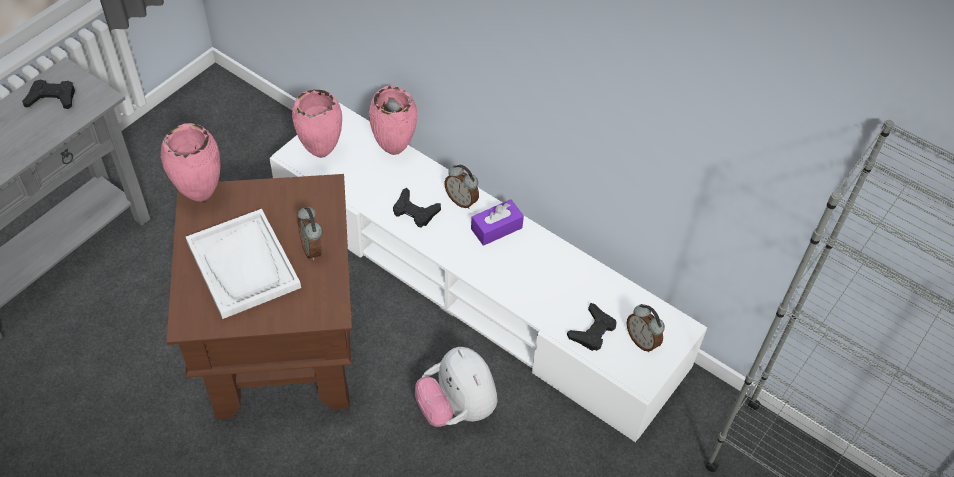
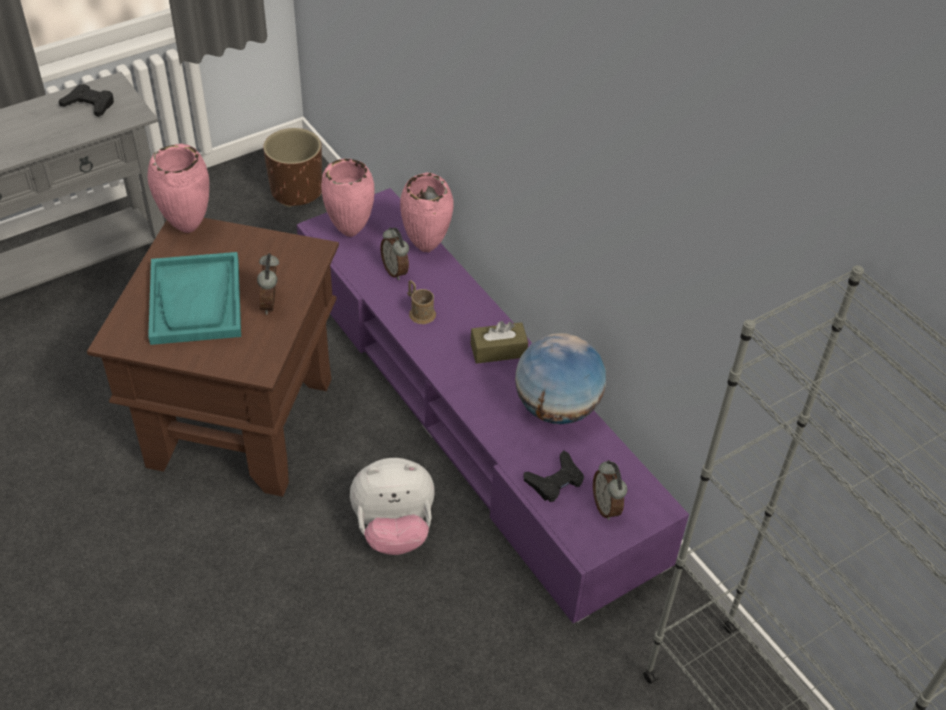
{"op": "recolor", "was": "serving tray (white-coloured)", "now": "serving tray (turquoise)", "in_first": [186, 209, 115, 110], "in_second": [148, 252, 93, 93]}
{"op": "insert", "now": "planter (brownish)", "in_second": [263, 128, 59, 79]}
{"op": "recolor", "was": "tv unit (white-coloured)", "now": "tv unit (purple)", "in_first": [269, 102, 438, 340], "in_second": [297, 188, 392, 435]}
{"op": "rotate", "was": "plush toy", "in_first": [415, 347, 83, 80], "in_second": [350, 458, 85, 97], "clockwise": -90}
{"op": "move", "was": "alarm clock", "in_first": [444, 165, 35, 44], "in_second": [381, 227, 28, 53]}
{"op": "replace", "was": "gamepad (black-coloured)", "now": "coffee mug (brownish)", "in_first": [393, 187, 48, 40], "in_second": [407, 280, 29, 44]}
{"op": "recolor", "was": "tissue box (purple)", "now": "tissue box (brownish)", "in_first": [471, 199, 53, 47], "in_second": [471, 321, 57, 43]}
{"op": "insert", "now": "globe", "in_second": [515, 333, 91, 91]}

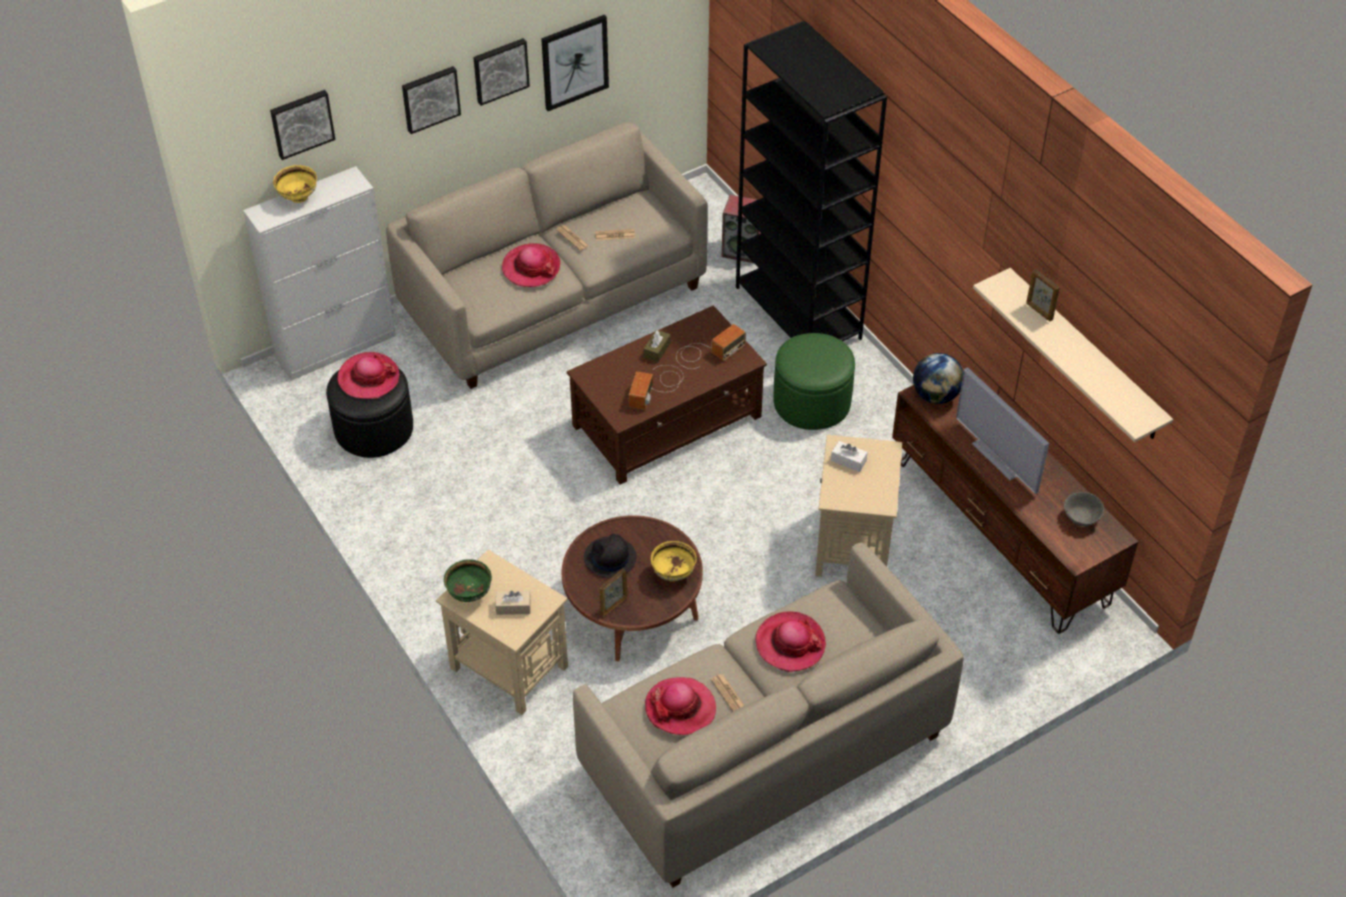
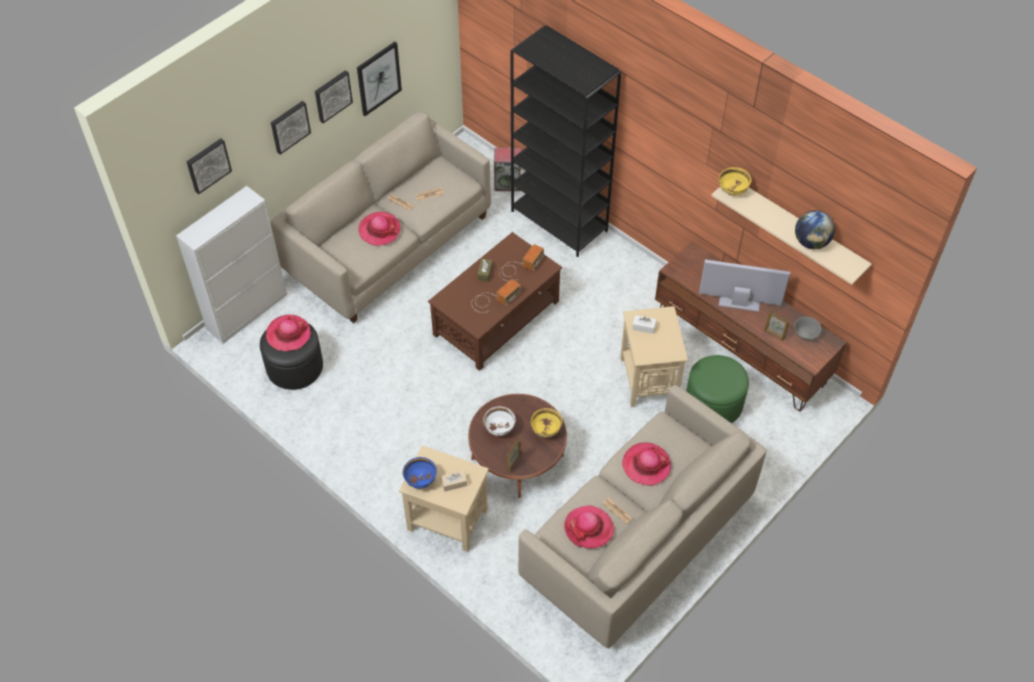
{"op": "recolor", "was": "serving bowl (green-coloured)", "now": "serving bowl (blue)", "in_first": [444, 559, 48, 43], "in_second": [403, 457, 34, 32]}
{"op": "rotate", "was": "radio receiver", "in_first": [629, 365, 55, 45], "in_second": [471, 279, 50, 34], "clockwise": -135}
{"op": "replace", "was": "wearable hat (black-coloured)", "now": "serving bowl (white-coloured)", "in_first": [584, 534, 53, 44], "in_second": [483, 406, 32, 30]}
{"op": "move", "was": "pouffe (green-coloured)", "in_first": [773, 333, 82, 97], "in_second": [686, 355, 63, 68]}
{"op": "rotate", "was": "TV", "in_first": [956, 367, 93, 127], "in_second": [699, 259, 91, 53], "clockwise": 150}
{"op": "move", "was": "serving bowl (yellowish)", "in_first": [273, 165, 44, 38], "in_second": [719, 167, 32, 29]}
{"op": "move", "was": "standing frame", "in_first": [1026, 269, 34, 52], "in_second": [764, 310, 26, 30]}
{"op": "move", "was": "globe", "in_first": [913, 353, 51, 51], "in_second": [795, 210, 40, 39]}

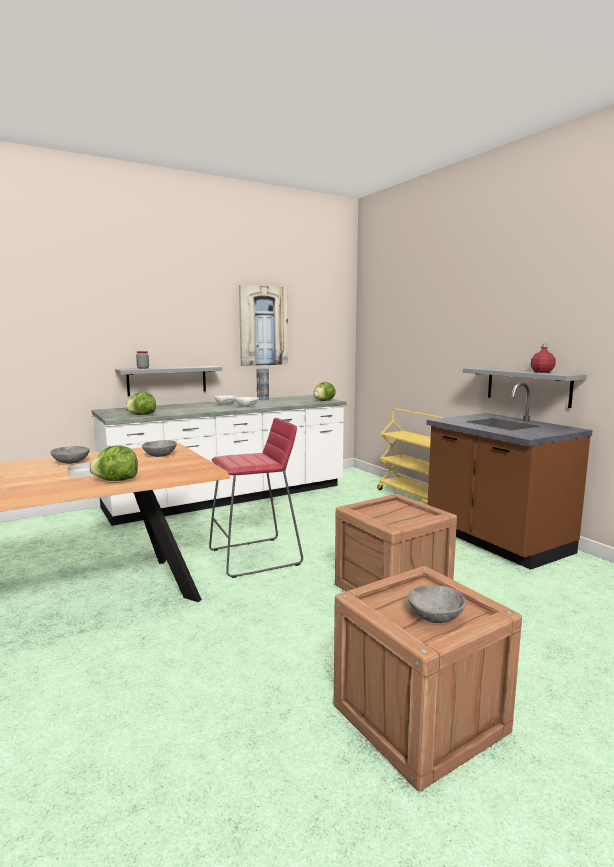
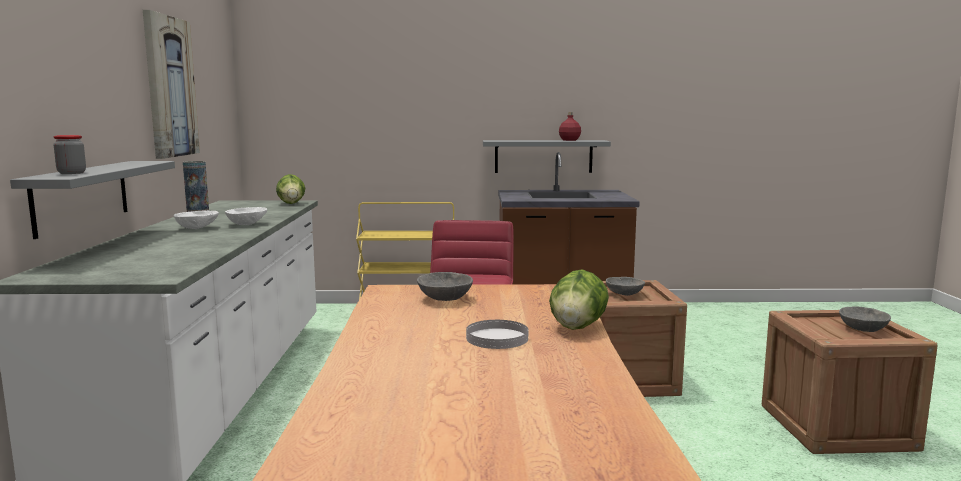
{"op": "move", "was": "serving bowl (greyish)", "in_first": [50, 446, 40, 18], "in_second": [606, 277, 39, 19]}
{"op": "delete", "was": "lettuce", "in_first": [125, 392, 31, 23]}

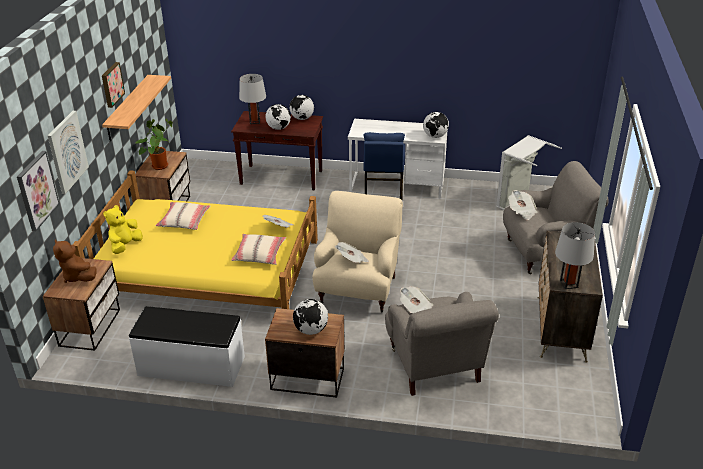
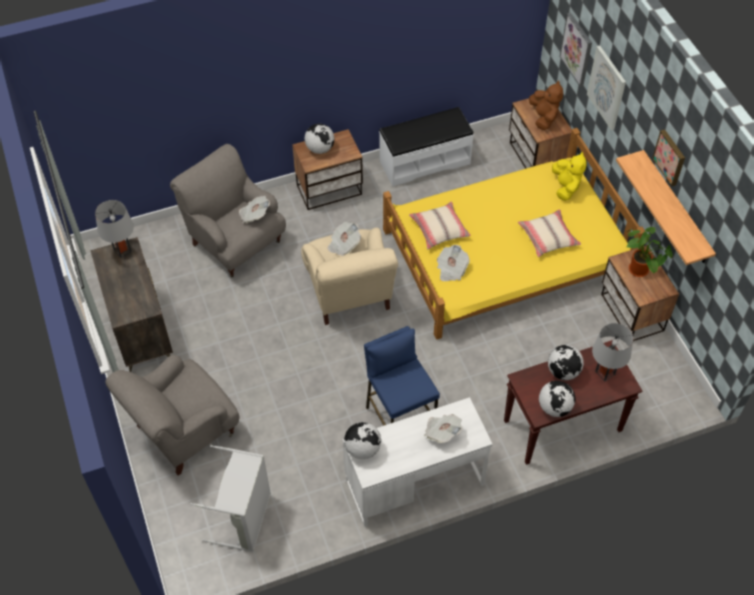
{"op": "move", "was": "printed paper", "in_first": [508, 190, 29, 30], "in_second": [424, 414, 38, 29]}
{"op": "rotate", "was": "plush toy (brownish)", "in_first": [53, 239, 44, 44], "in_second": [529, 81, 34, 49], "clockwise": 60}

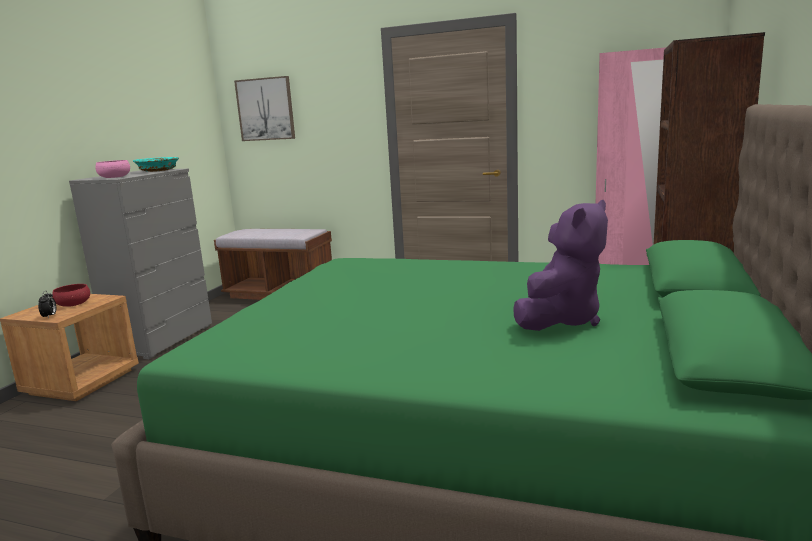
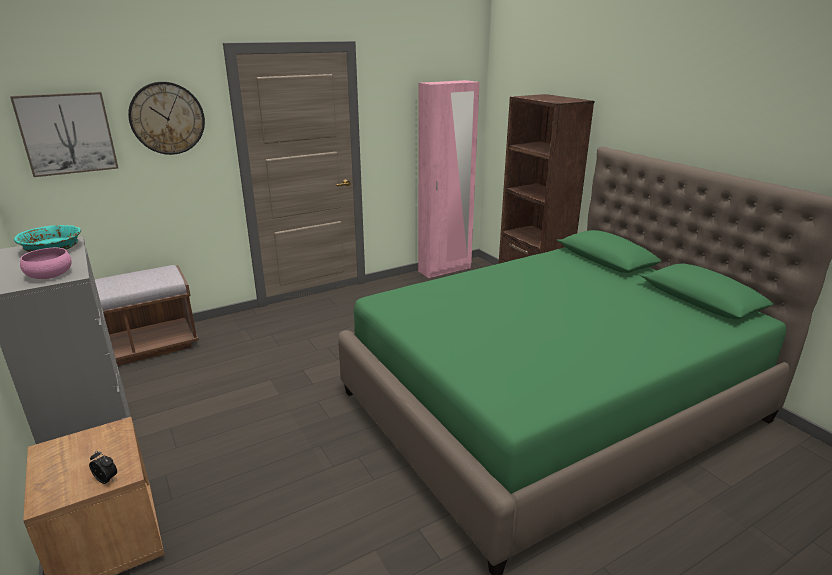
{"op": "insert", "now": "wall clock", "in_second": [128, 82, 77, 73]}
{"op": "delete", "was": "serving bowl (red)", "in_first": [52, 284, 38, 23]}
{"op": "delete", "was": "plush toy (purple)", "in_first": [513, 200, 95, 131]}

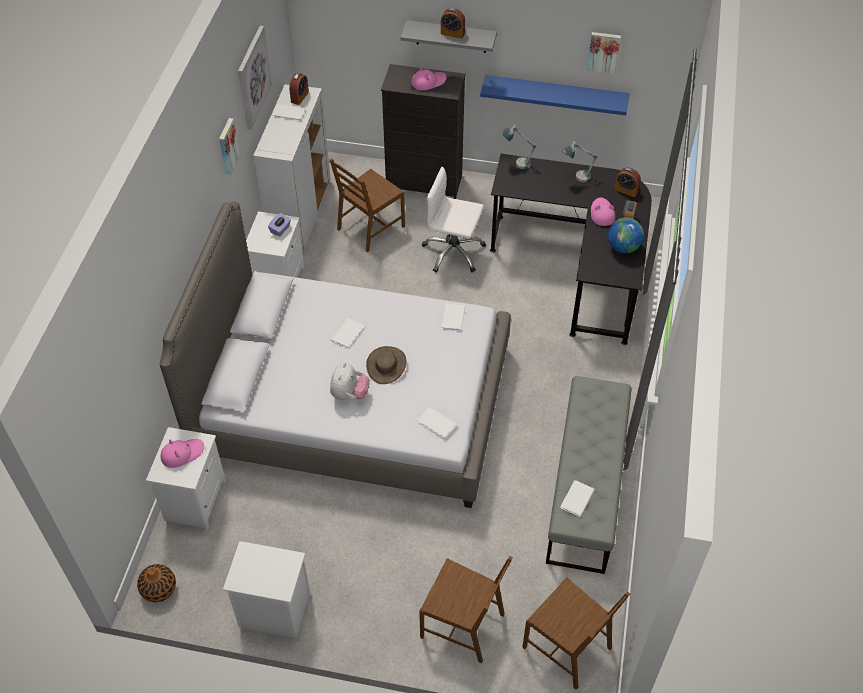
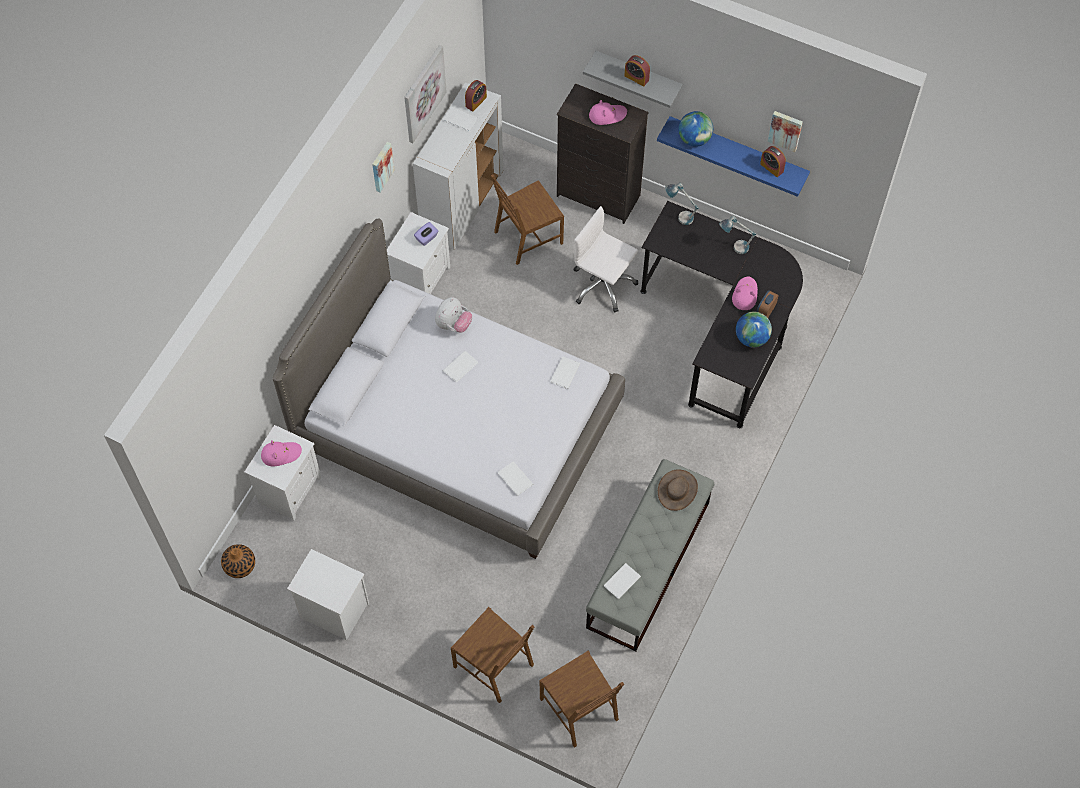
{"op": "move", "was": "plush toy", "in_first": [330, 363, 40, 37], "in_second": [435, 297, 37, 36]}
{"op": "move", "was": "wearable hat (brownish)", "in_first": [366, 346, 41, 38], "in_second": [658, 470, 40, 41]}
{"op": "insert", "now": "globe", "in_second": [678, 111, 35, 36]}
{"op": "move", "was": "alarm clock", "in_first": [614, 167, 27, 30], "in_second": [760, 146, 26, 31]}

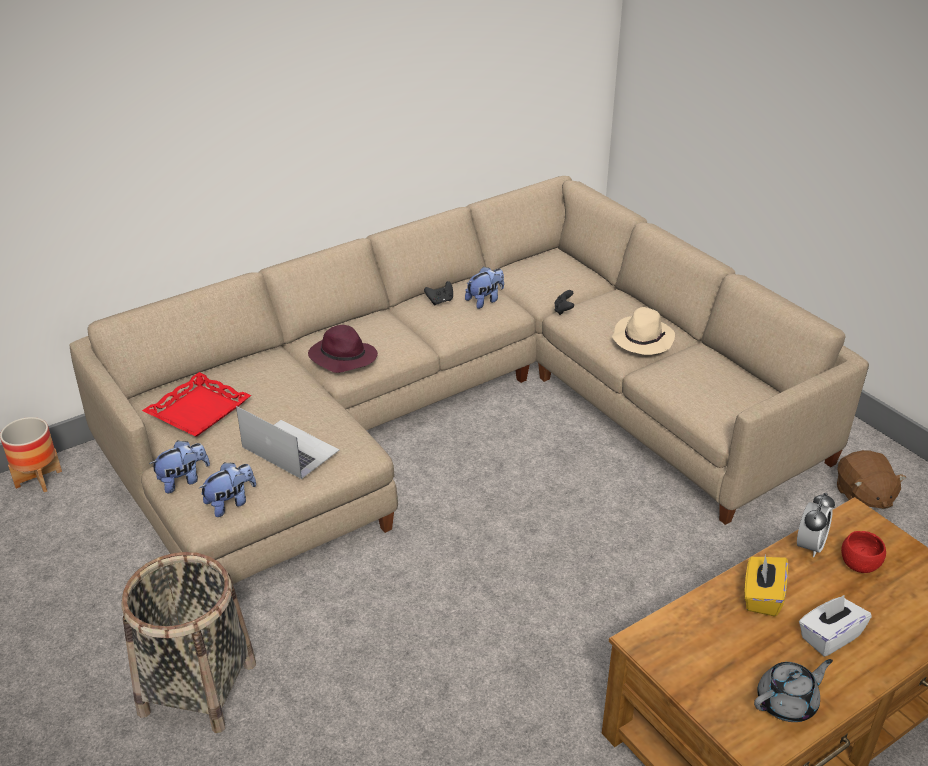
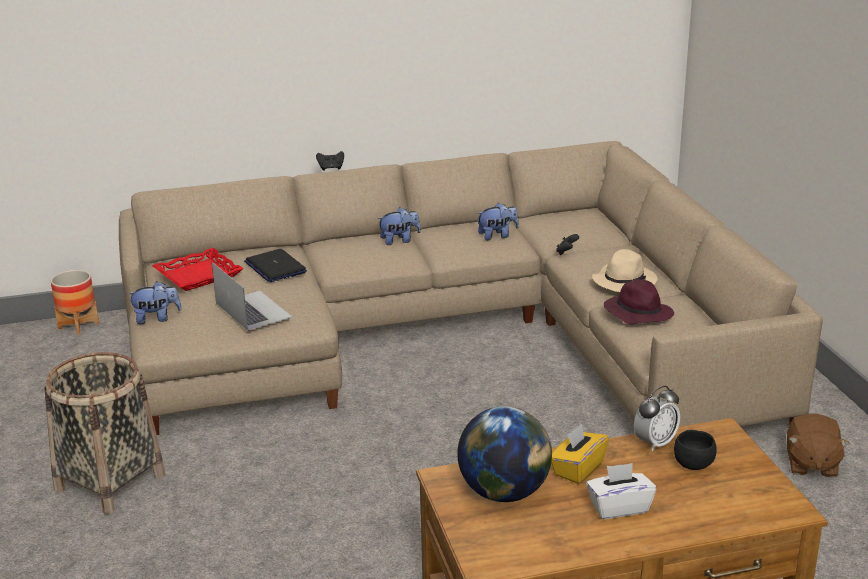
{"op": "insert", "now": "laptop", "in_second": [244, 249, 63, 33]}
{"op": "move", "was": "gamepad (black-coloured)", "in_first": [424, 281, 29, 24], "in_second": [316, 151, 28, 20]}
{"op": "move", "was": "plush toy", "in_first": [198, 462, 58, 55], "in_second": [377, 207, 44, 38]}
{"op": "insert", "now": "globe", "in_second": [457, 406, 95, 96]}
{"op": "move", "was": "wearable hat (purple)", "in_first": [308, 325, 70, 48], "in_second": [604, 279, 70, 45]}
{"op": "recolor", "was": "serving bowl (red)", "now": "serving bowl (black-coloured)", "in_first": [841, 531, 45, 42], "in_second": [674, 430, 43, 40]}
{"op": "delete", "was": "pot for tea (greyish)", "in_first": [754, 659, 79, 63]}

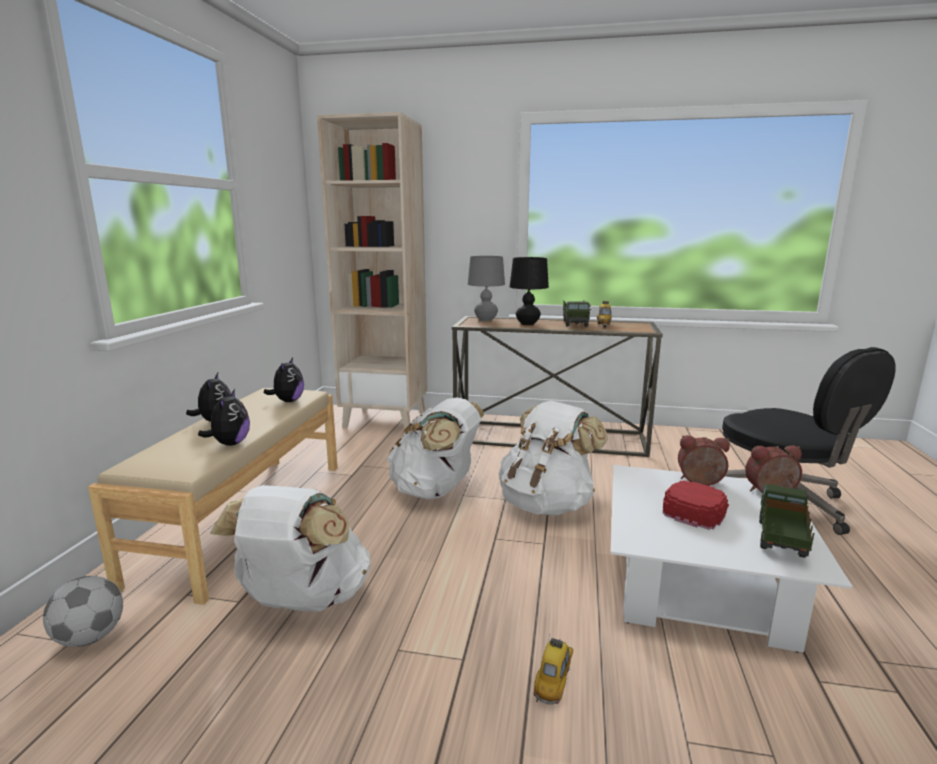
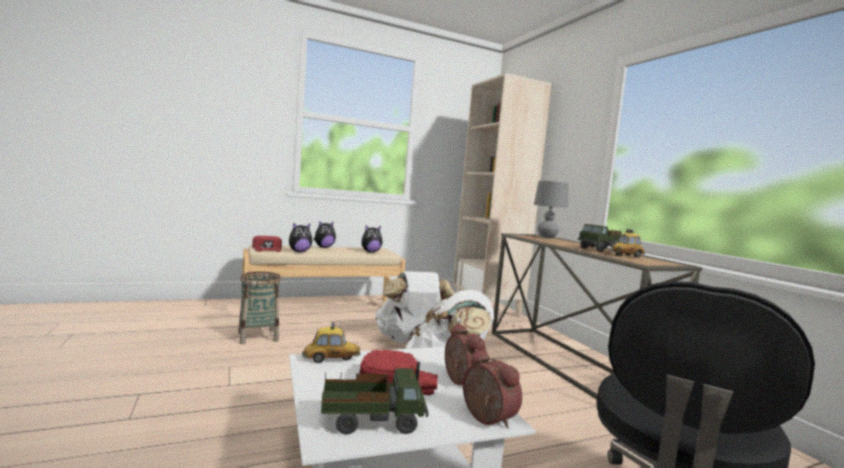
{"op": "replace", "was": "rucksack (white-coloured)", "now": "household basket", "in_first": [210, 485, 160, 127], "in_second": [238, 272, 43, 72]}
{"op": "insert", "now": "peaked cap (red)", "in_second": [252, 236, 30, 16]}
{"op": "move", "was": "miniature car", "in_first": [534, 638, 39, 67], "in_second": [302, 322, 58, 41]}
{"op": "delete", "was": "football", "in_first": [43, 576, 80, 71]}
{"op": "delete", "was": "lamp for a table (black-coloured)", "in_first": [510, 257, 39, 68]}

